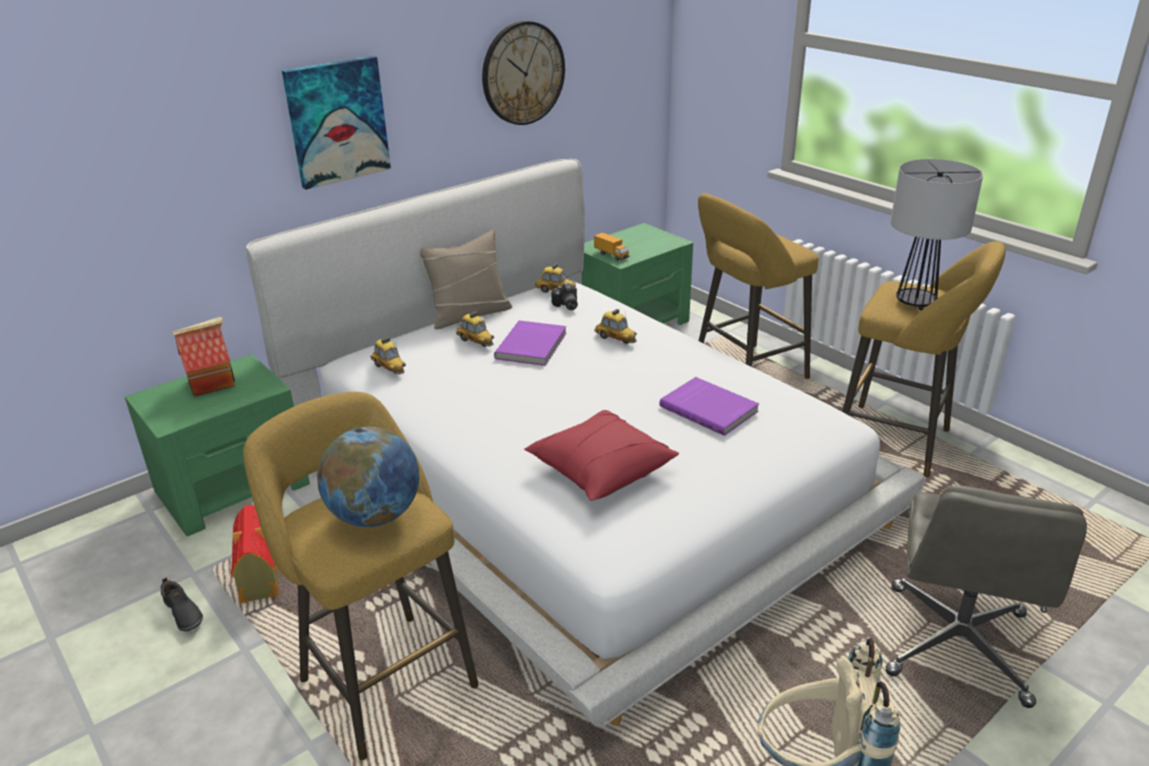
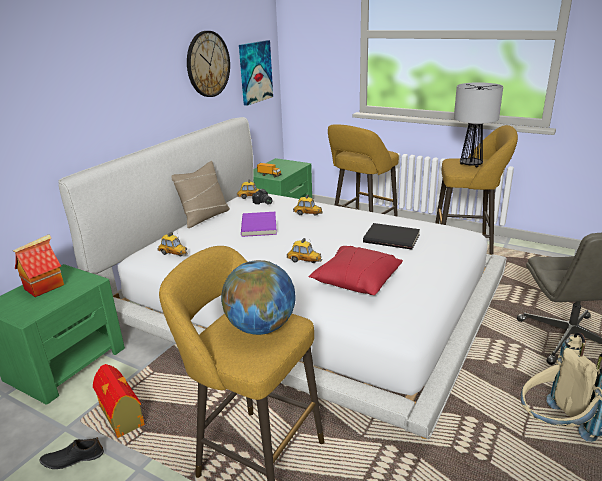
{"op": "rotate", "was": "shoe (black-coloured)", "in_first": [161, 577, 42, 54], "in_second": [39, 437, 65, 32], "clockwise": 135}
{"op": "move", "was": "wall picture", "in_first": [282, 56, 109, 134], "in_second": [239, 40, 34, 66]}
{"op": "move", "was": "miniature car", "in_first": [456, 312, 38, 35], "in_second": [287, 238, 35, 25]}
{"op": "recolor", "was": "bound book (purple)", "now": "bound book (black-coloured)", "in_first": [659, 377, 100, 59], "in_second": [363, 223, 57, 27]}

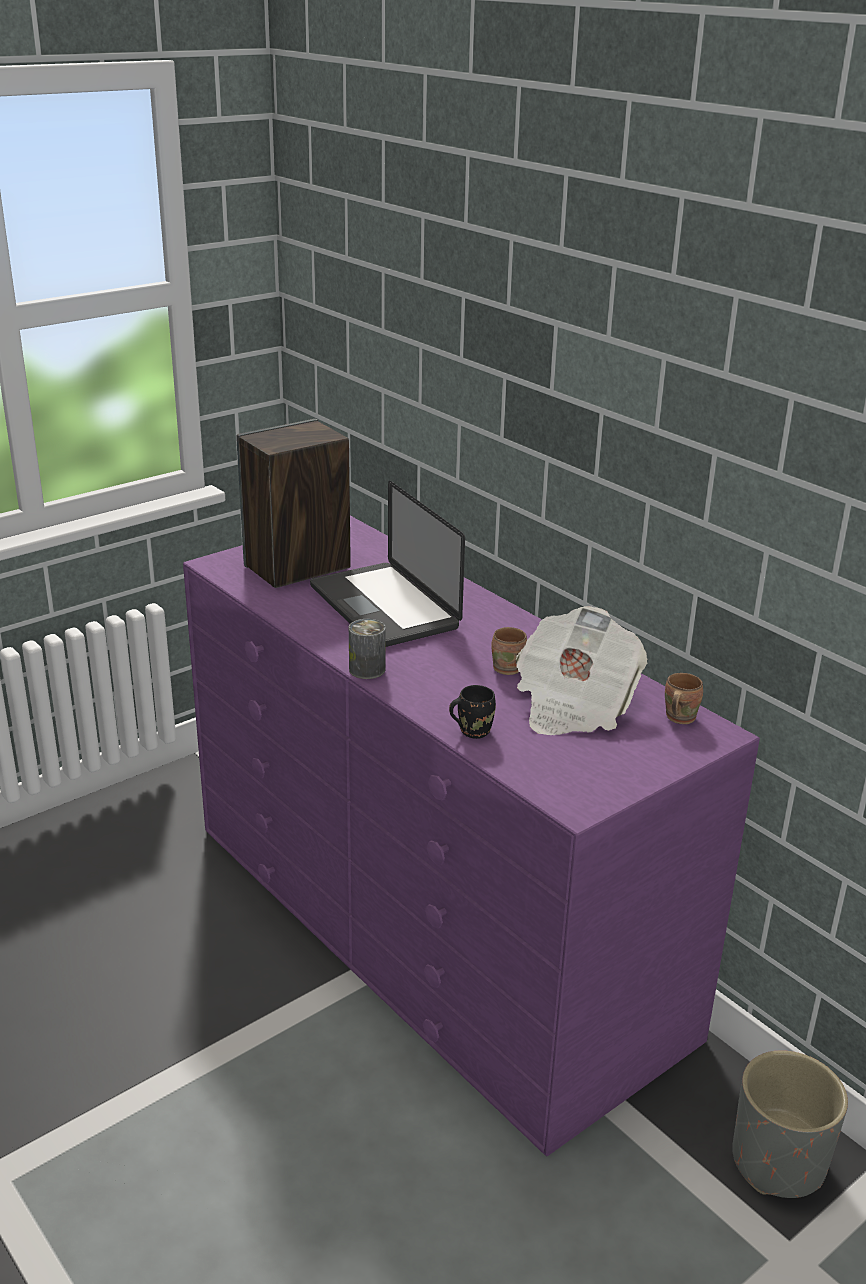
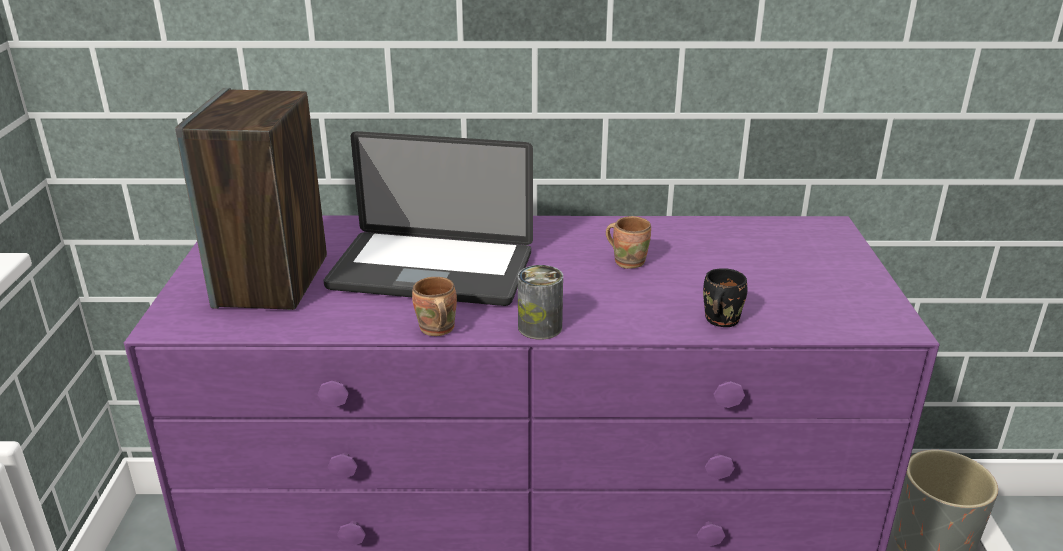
{"op": "move", "was": "coffee mug (brownish)", "in_first": [665, 673, 38, 51], "in_second": [412, 277, 45, 59]}
{"op": "delete", "was": "printed paper", "in_first": [515, 606, 132, 129]}

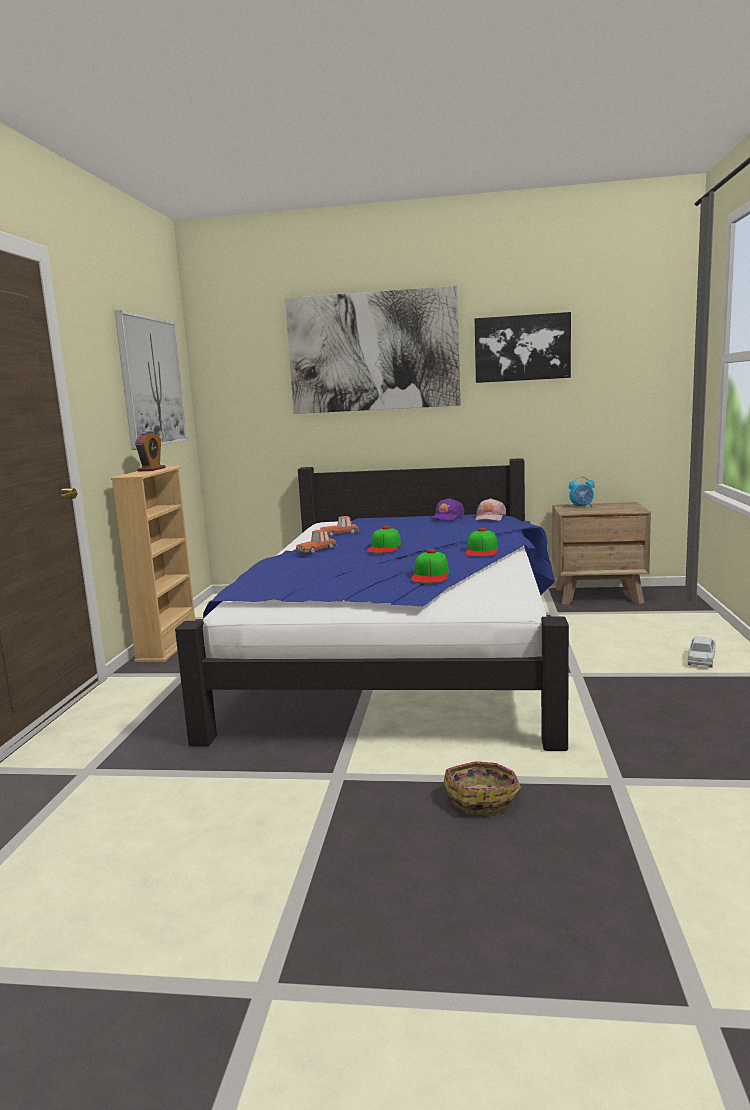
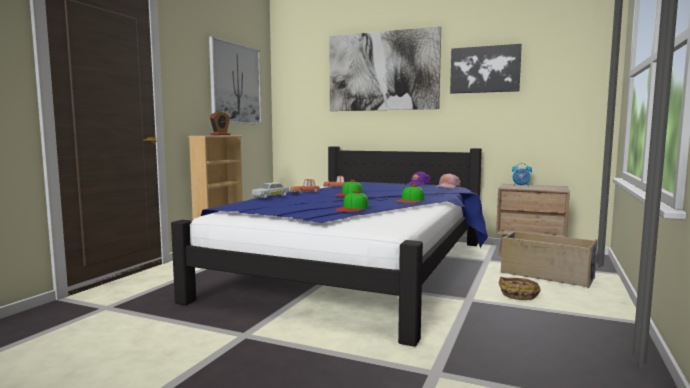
{"op": "move", "was": "miniature car (white-coloured)", "in_first": [688, 636, 28, 32], "in_second": [251, 182, 38, 17]}
{"op": "move", "was": "household basket", "in_first": [444, 761, 77, 55], "in_second": [499, 277, 42, 23]}
{"op": "insert", "now": "storage container (beige-coloured)", "in_second": [501, 231, 97, 57]}

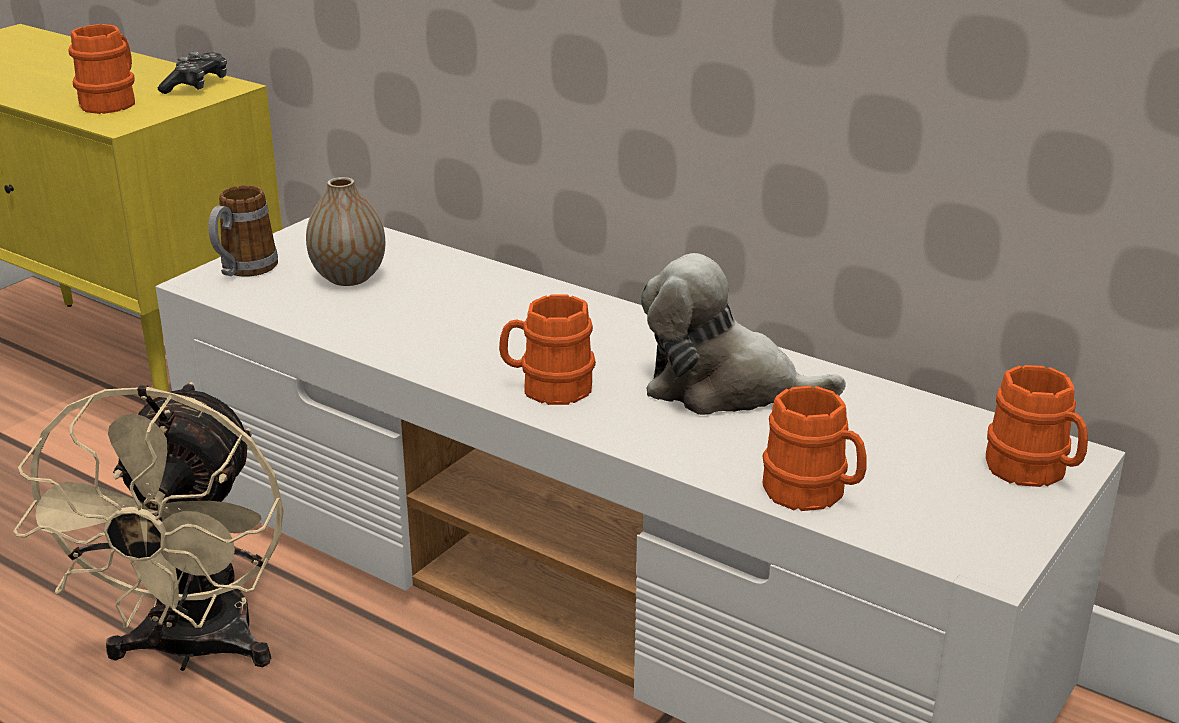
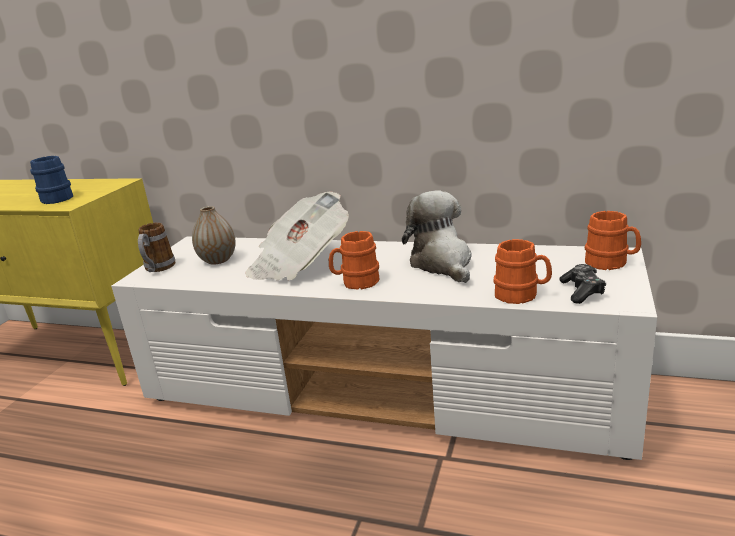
{"op": "recolor", "was": "coffee mug (orange)", "now": "coffee mug (blue)", "in_first": [68, 24, 67, 90], "in_second": [30, 156, 43, 48]}
{"op": "insert", "now": "printed paper", "in_second": [245, 191, 104, 90]}
{"op": "rotate", "was": "plush toy", "in_first": [641, 253, 204, 162], "in_second": [402, 190, 70, 93], "clockwise": 75}
{"op": "move", "was": "gamepad", "in_first": [158, 52, 69, 42], "in_second": [559, 264, 47, 40]}
{"op": "delete", "was": "fan (beige-coloured)", "in_first": [13, 382, 271, 289]}

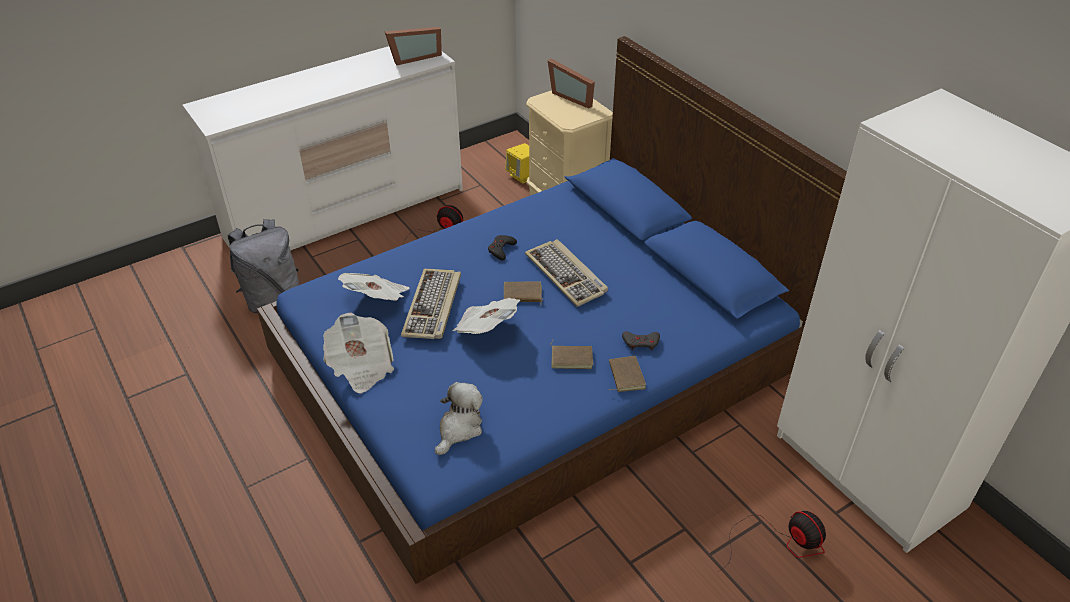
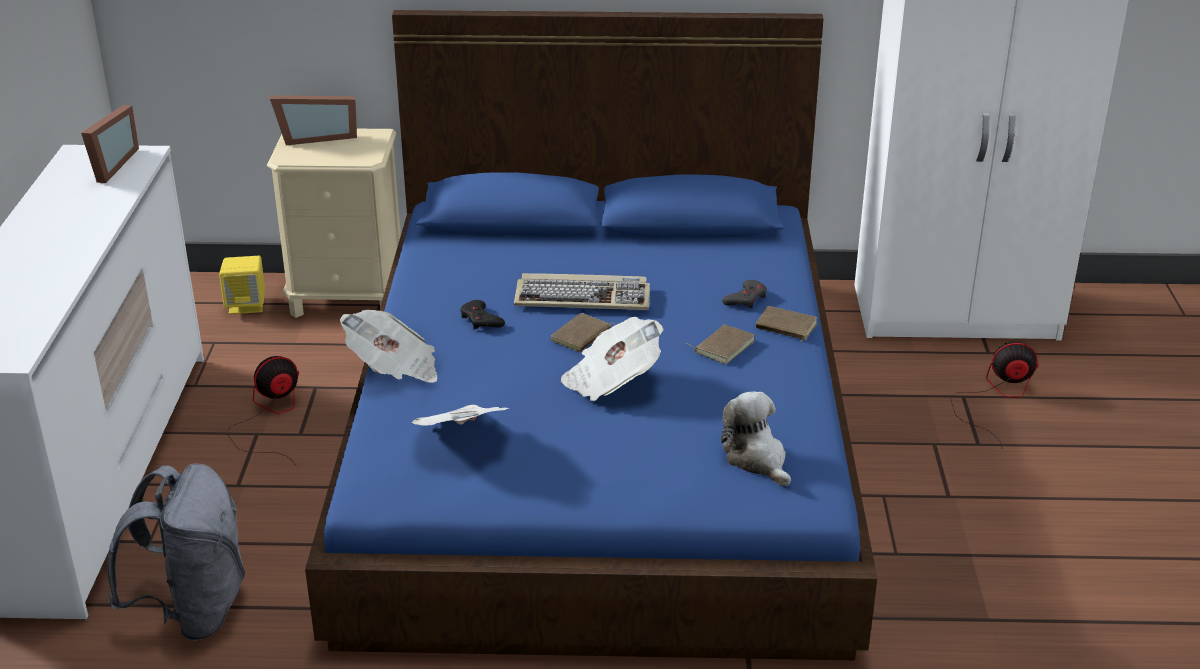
{"op": "move", "was": "printed paper", "in_first": [323, 313, 71, 80], "in_second": [340, 310, 97, 73]}
{"op": "delete", "was": "keyboard", "in_first": [401, 269, 60, 70]}

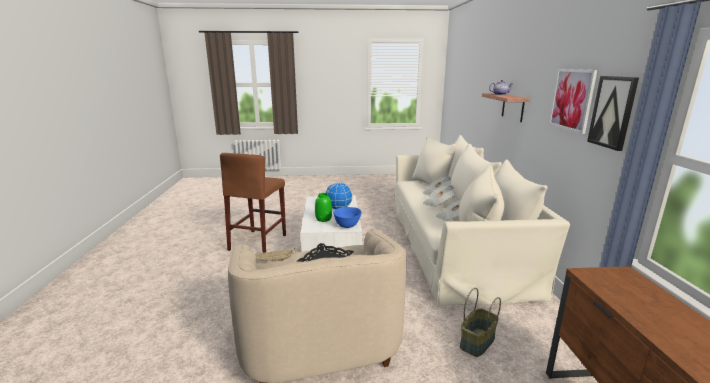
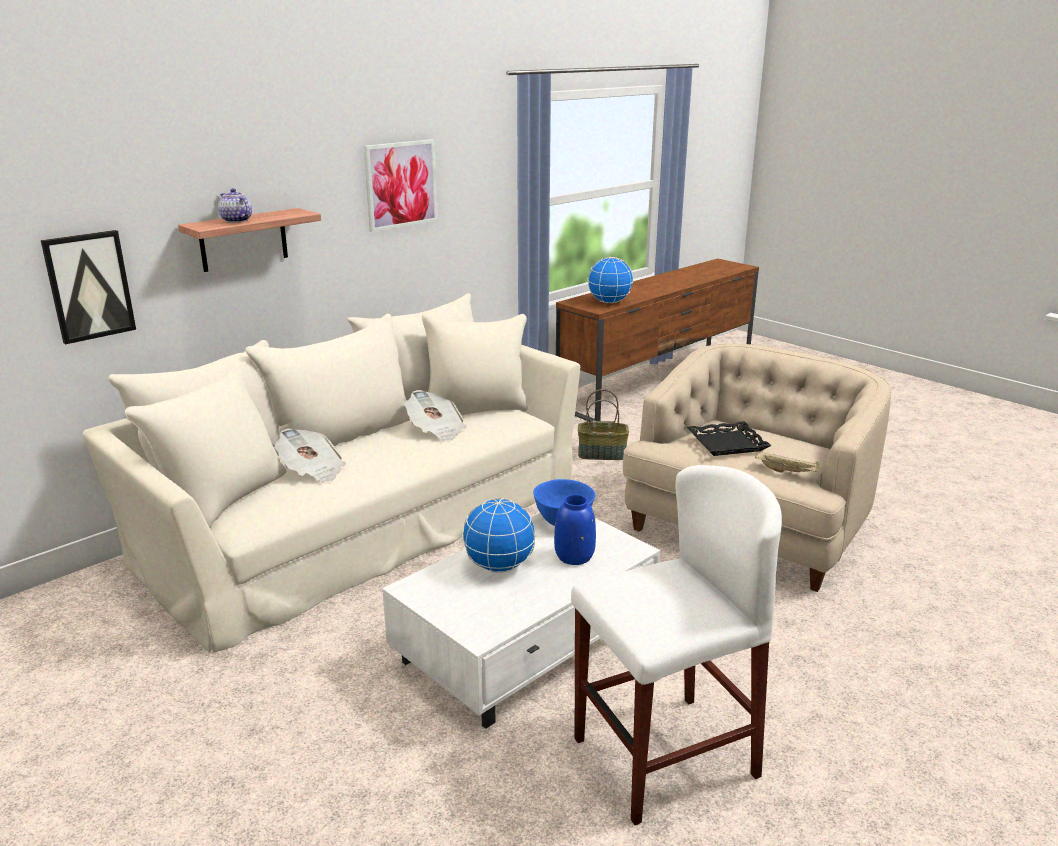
{"op": "move", "was": "wall picture", "in_first": [587, 76, 52, 75], "in_second": [41, 230, 95, 114]}
{"op": "recolor", "was": "flower vase (green-coloured)", "now": "flower vase (blue)", "in_first": [315, 193, 17, 29], "in_second": [554, 495, 42, 70]}
{"op": "recolor", "was": "stool seat (brownish)", "now": "stool seat (white-coloured)", "in_first": [220, 153, 66, 100], "in_second": [571, 465, 211, 360]}
{"op": "insert", "now": "globe", "in_second": [587, 257, 47, 46]}
{"op": "delete", "was": "printed paper", "in_first": [423, 185, 32, 22]}

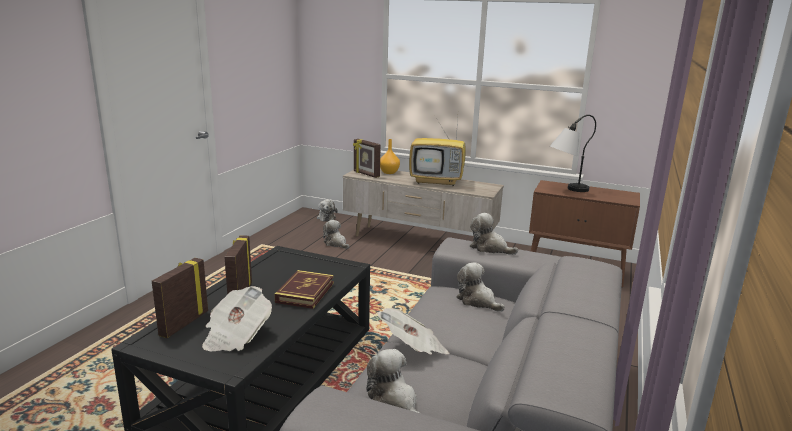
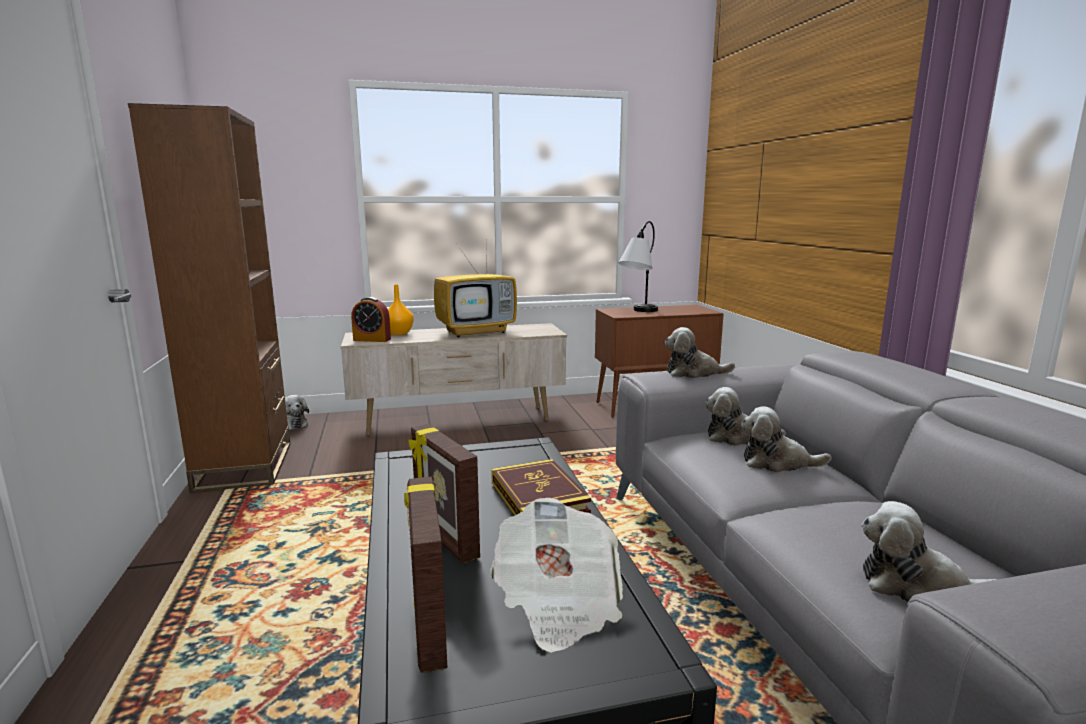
{"op": "insert", "now": "bookshelf (brownish)", "in_second": [128, 103, 163, 390]}
{"op": "replace", "was": "standing frame", "now": "alarm clock", "in_first": [353, 139, 28, 39], "in_second": [351, 297, 40, 45]}
{"op": "move", "was": "plush toy", "in_first": [323, 220, 26, 29], "in_second": [741, 406, 91, 67]}
{"op": "delete", "was": "printed paper", "in_first": [377, 308, 72, 47]}

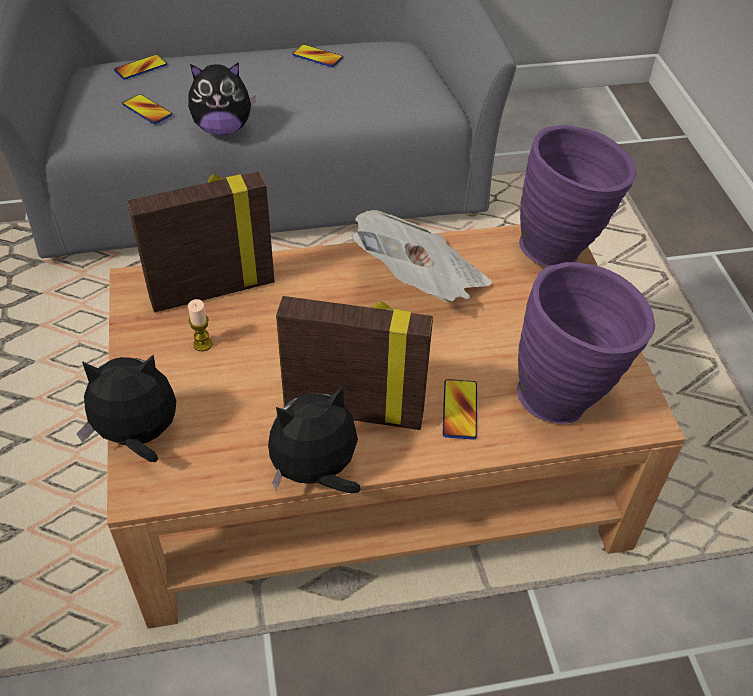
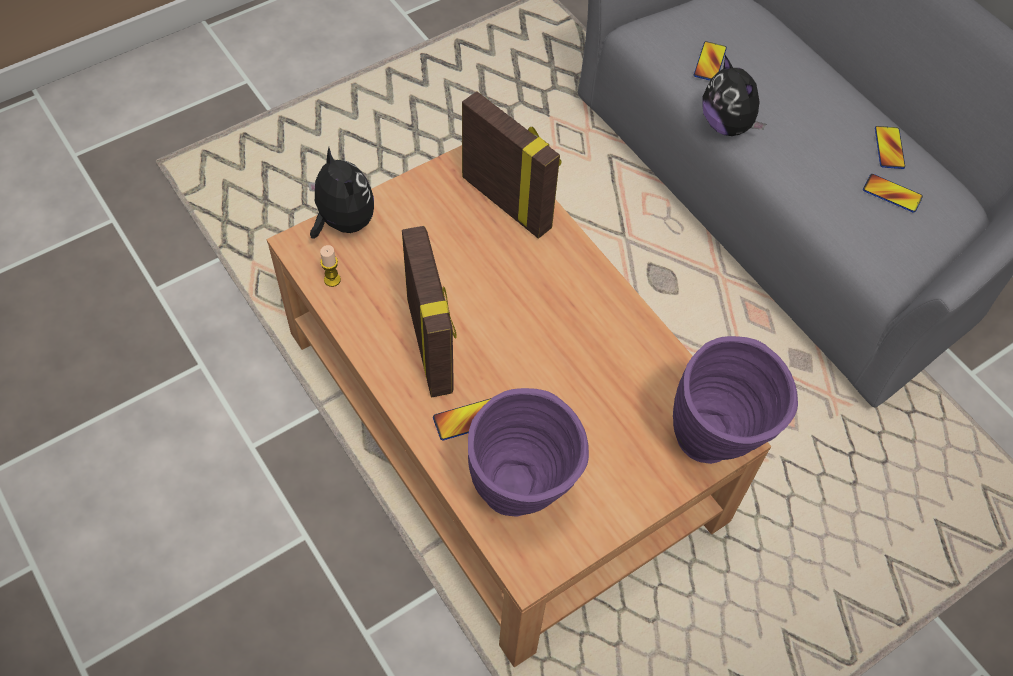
{"op": "move", "was": "wax light", "in_first": [188, 299, 25, 53], "in_second": [320, 245, 21, 42]}
{"op": "move", "was": "phone", "in_first": [114, 54, 53, 26], "in_second": [863, 174, 60, 39]}
{"op": "delete", "was": "plush toy", "in_first": [268, 385, 93, 108]}
{"op": "delete", "was": "printed paper", "in_first": [351, 210, 141, 92]}

